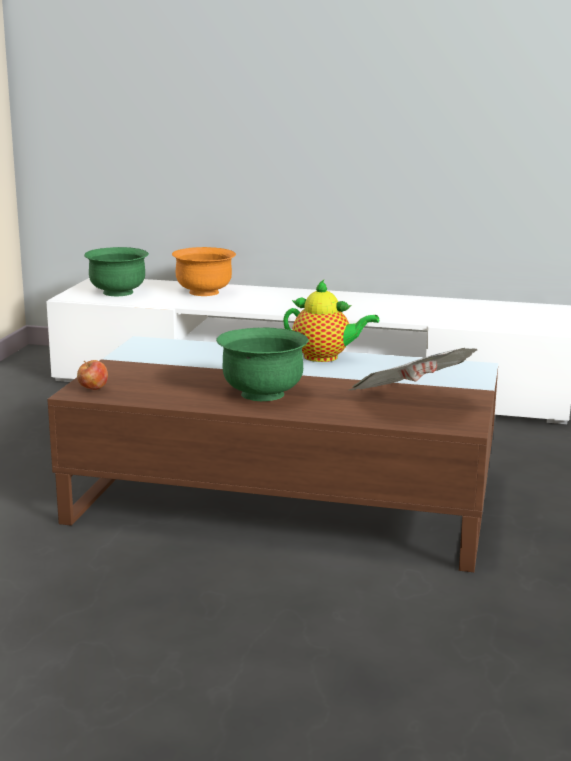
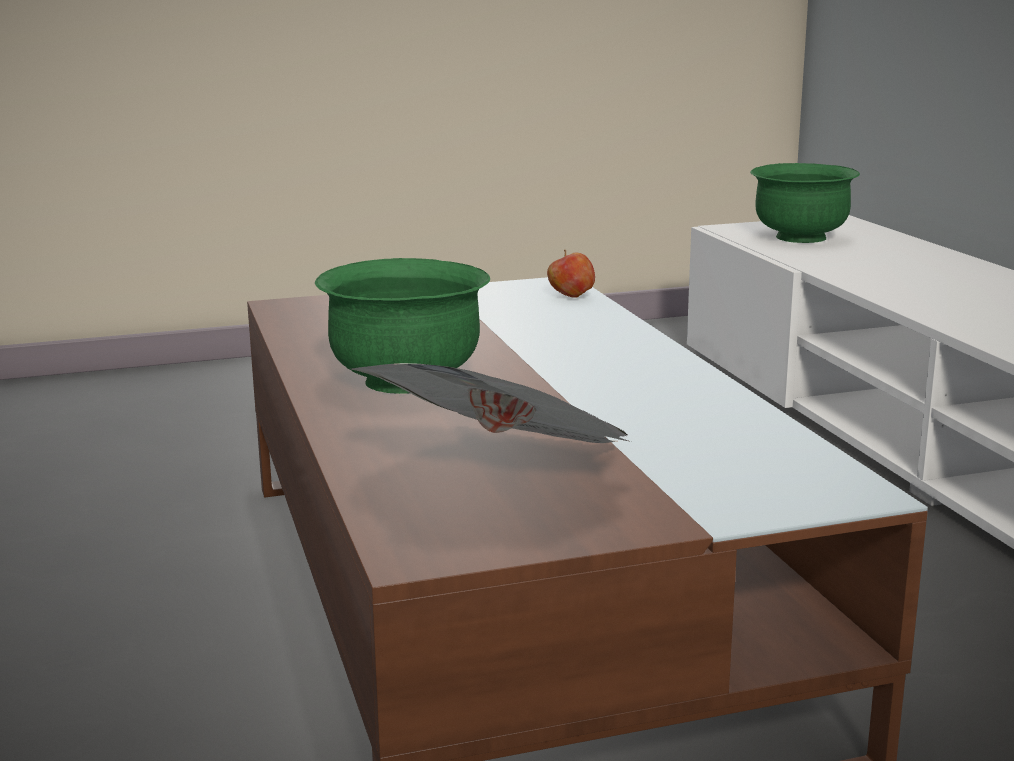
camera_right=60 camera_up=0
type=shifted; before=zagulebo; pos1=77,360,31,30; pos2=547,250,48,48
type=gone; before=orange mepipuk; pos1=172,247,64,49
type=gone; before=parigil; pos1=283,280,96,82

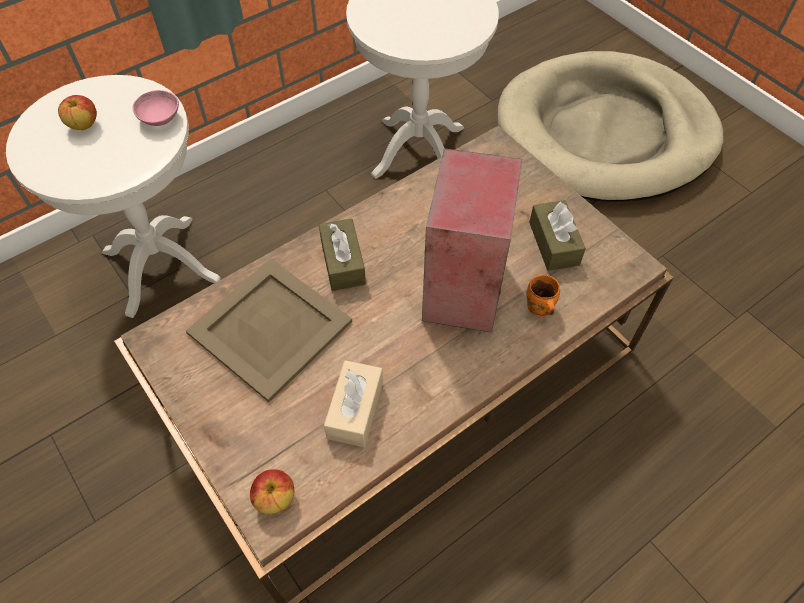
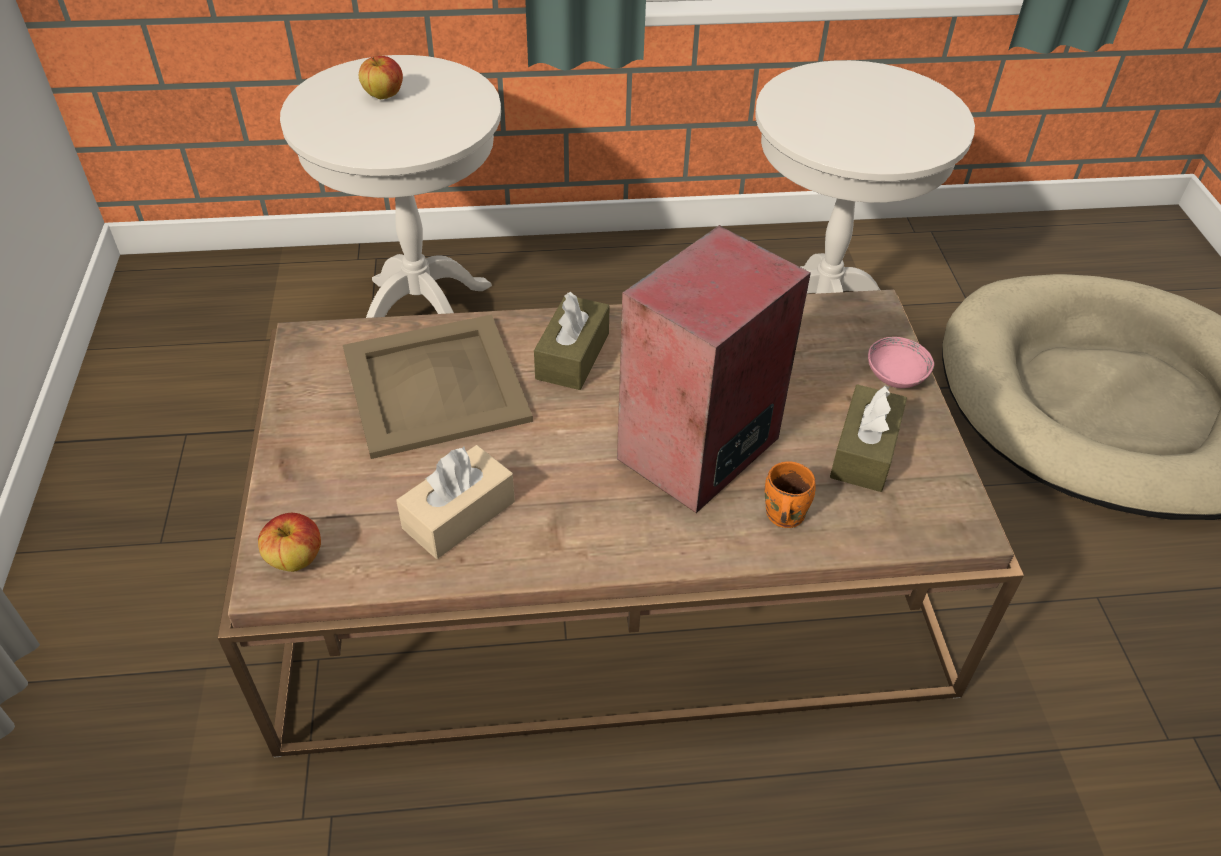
camera_right=30 camera_up=-10
type=shifted; before=pink mepipuk; pos1=133,90,46,36; pos2=868,337,66,51

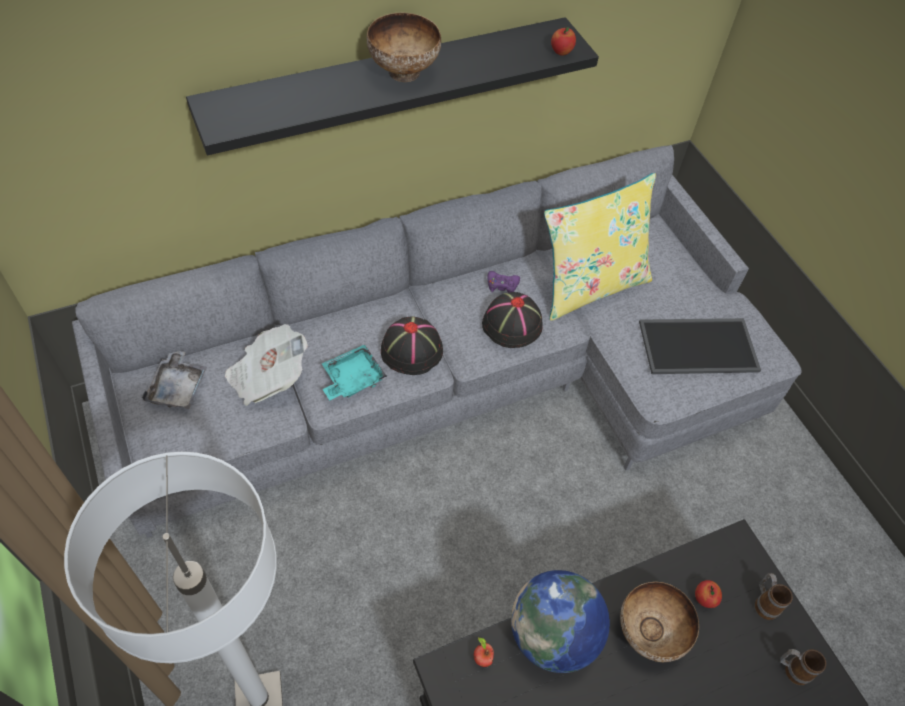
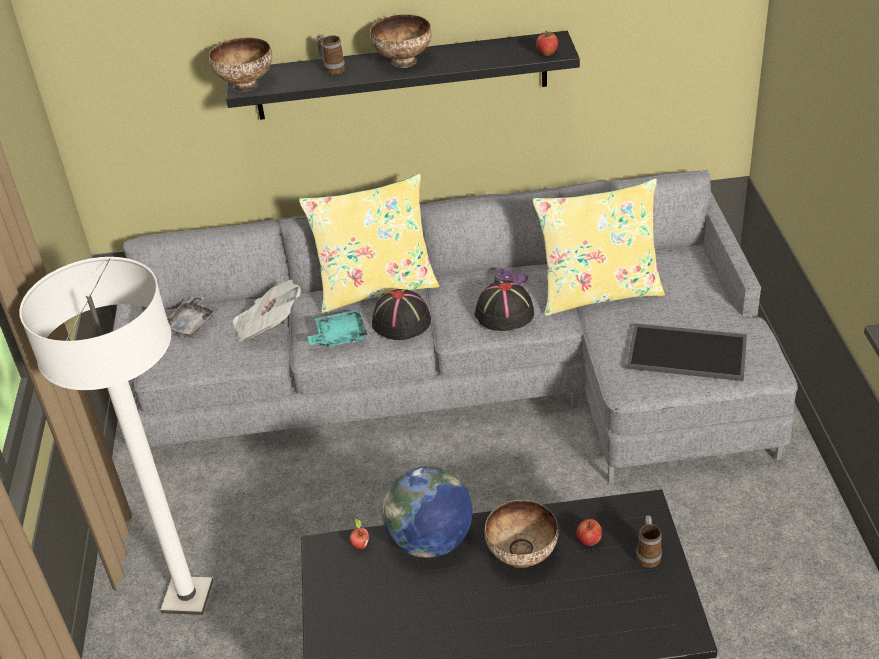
camera_right=25 camera_up=-15
type=shifted; before=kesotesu; pos1=780,649,46,36; pos2=316,34,29,41
type=new; after=mepipuk; pos2=209,38,63,54
type=new; after=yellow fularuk; pos2=299,174,140,139

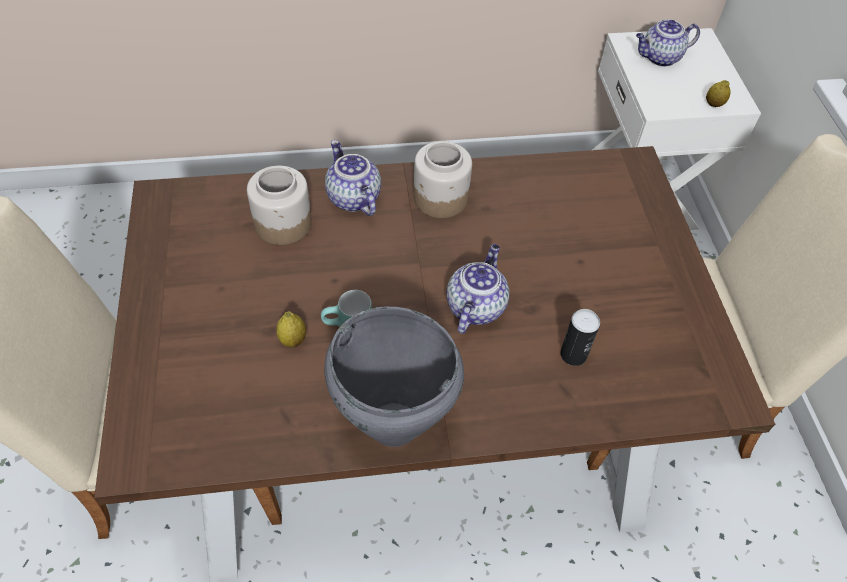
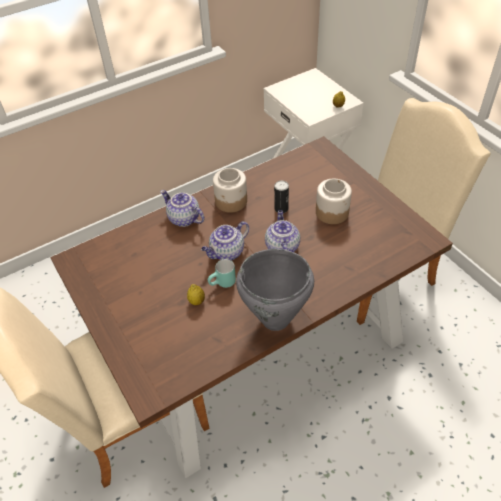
camera_right=-20 camera_up=-5
type=shifted; before=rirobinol; pos1=247,166,65,79; pos2=316,179,36,45
type=shifted; before=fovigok; pos1=560,309,40,57; pos2=274,180,15,33
type=shifted; before=parigil; pos1=636,19,64,48; pos2=201,221,48,40

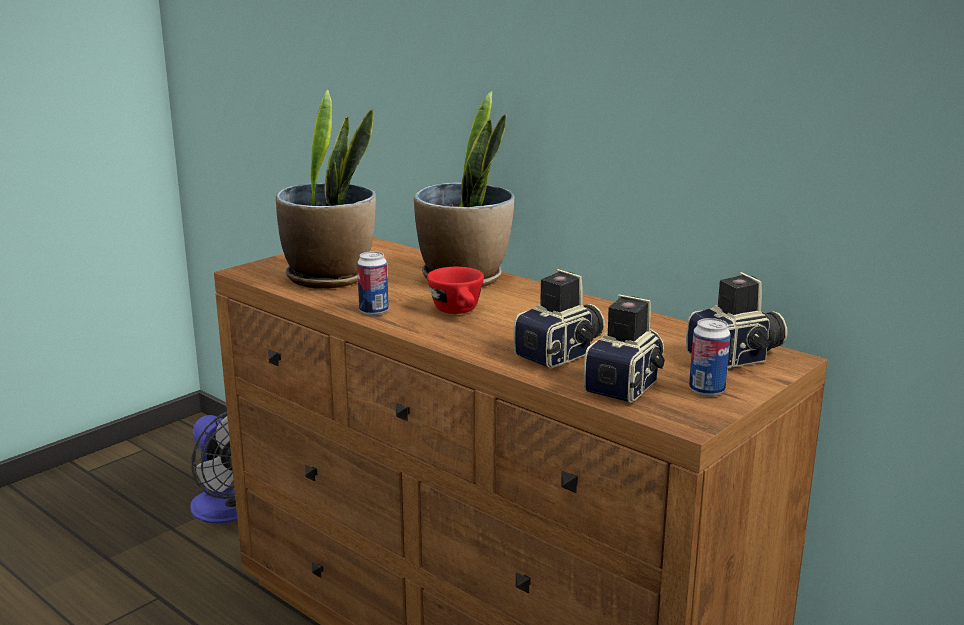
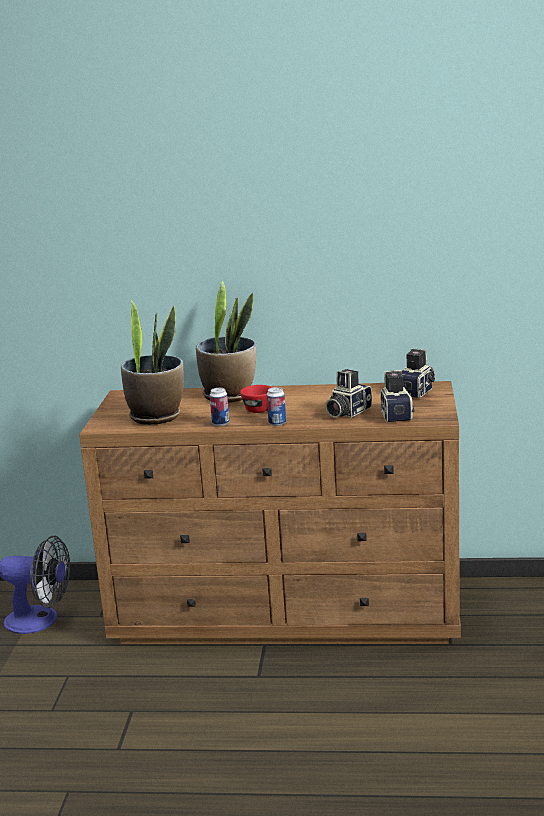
camera_right=-35 camera_up=0
type=rotated; before=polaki; pos1=513,269,92,99; pos2=325,369,47,49; turn=-150
type=shifted; before=fovigok; pos1=689,318,42,79; pos2=267,387,19,39

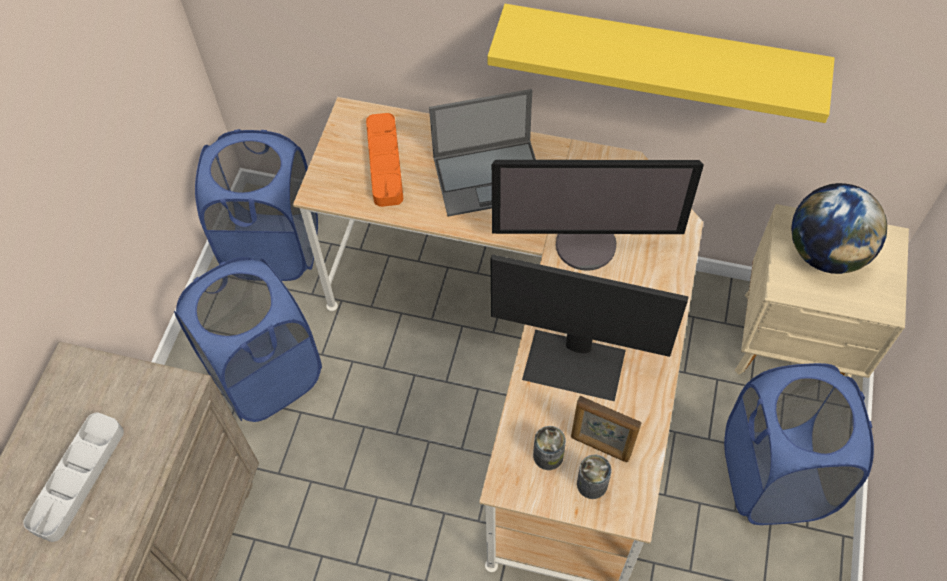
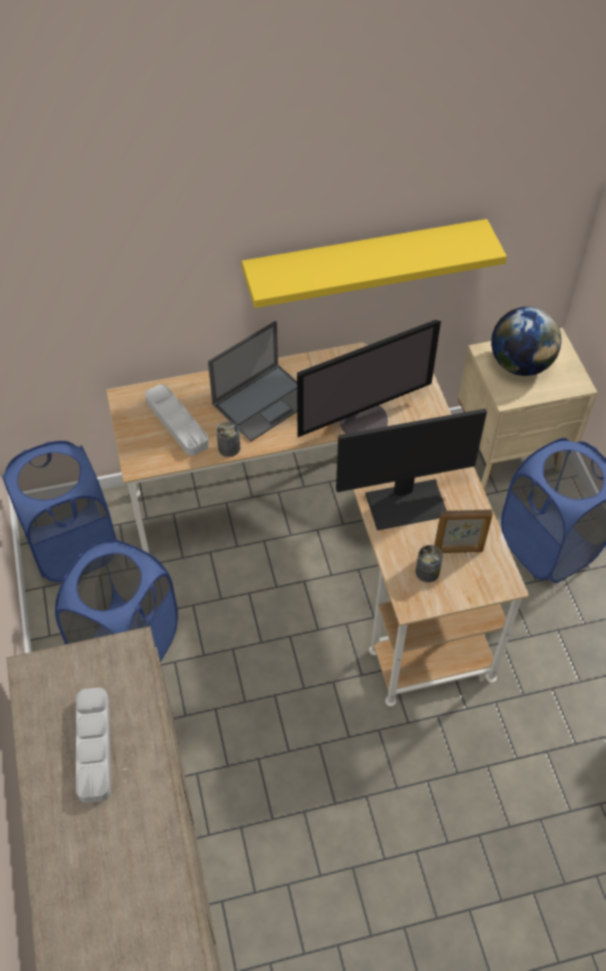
camera_right=-30 camera_up=-5
type=repainted; before=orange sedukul; after=grey sedukul; pos1=366,113,37,94; pos2=145,384,64,72
type=shifted; before=fovigok; pos1=577,454,35,45; pos2=216,421,24,36

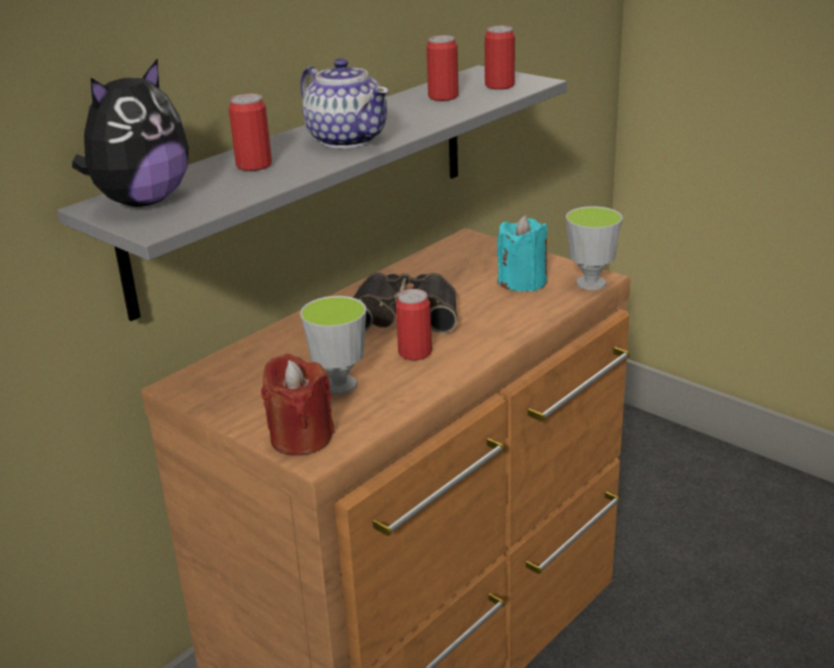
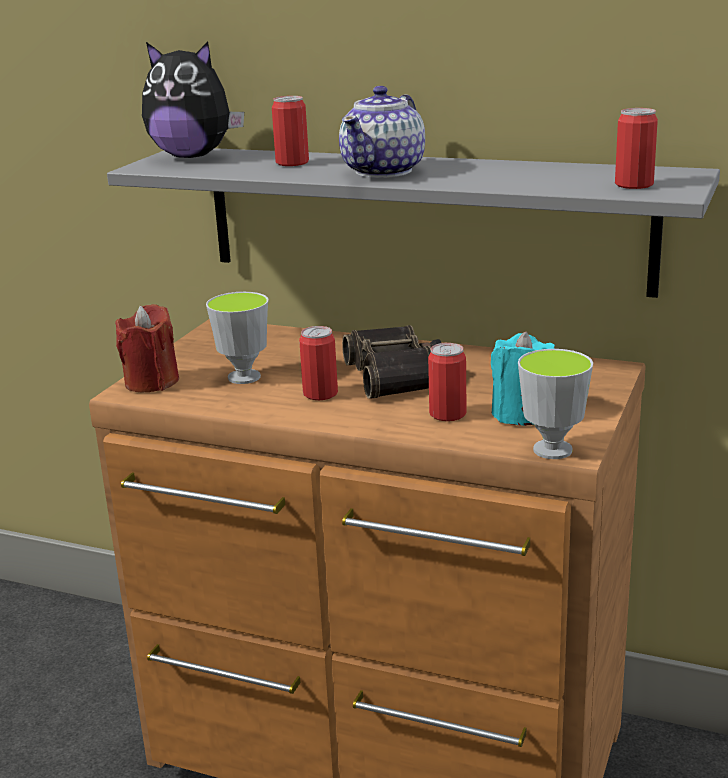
camera_right=70 camera_up=-5
type=shifted; before=fovigok; pos1=426,35,33,66; pos2=428,343,39,78

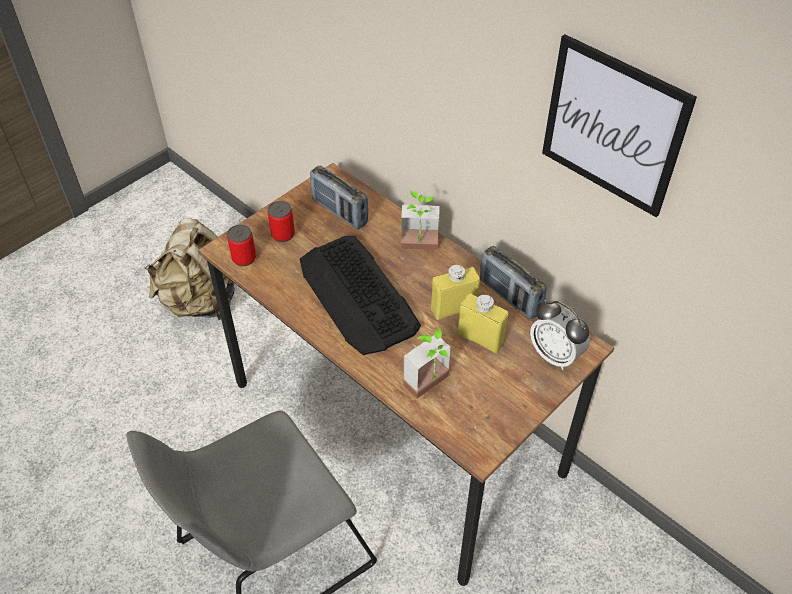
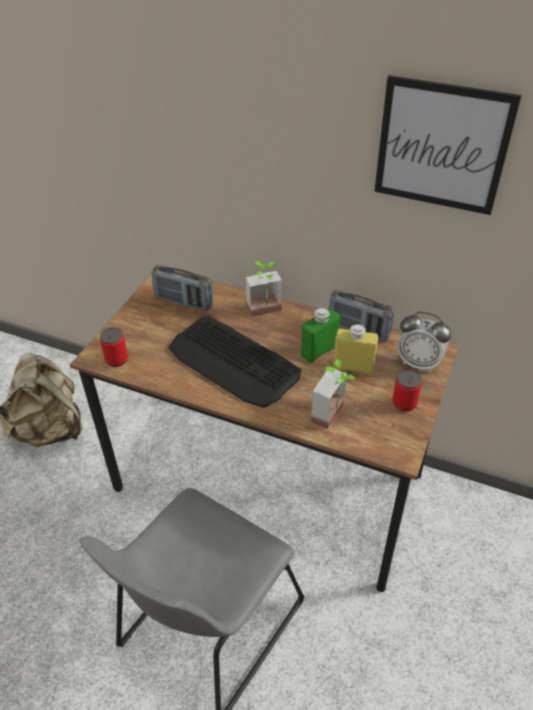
camera_right=-20 camera_up=-5
type=shifted; before=fovigok; pos1=268,201,27,41; pos2=393,370,29,42
type=repainted; before=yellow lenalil; after=green lenalil; pos1=431,265,49,55; pos2=301,308,40,55

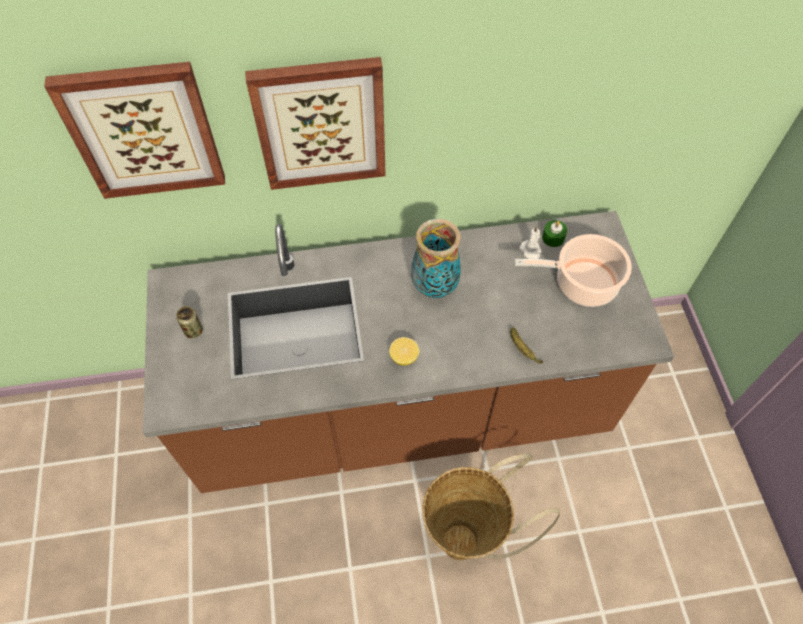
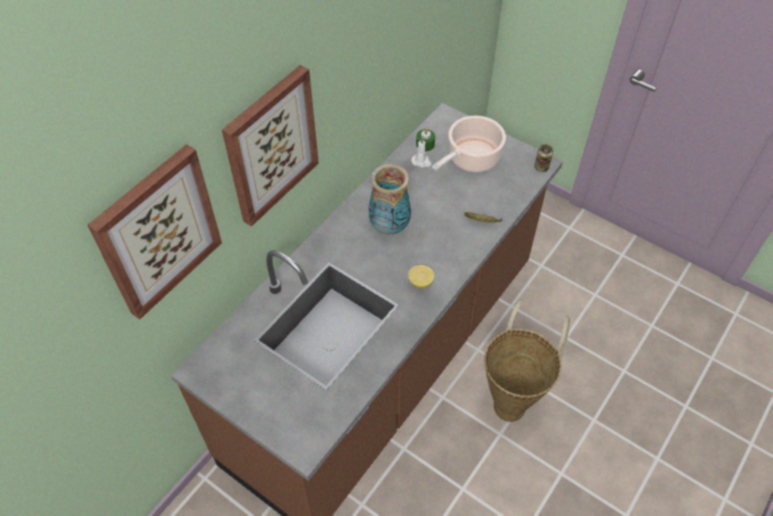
camera_right=-45 camera_up=-5
type=shifted; before=fovigok; pos1=176,306,27,32; pos2=535,144,18,28

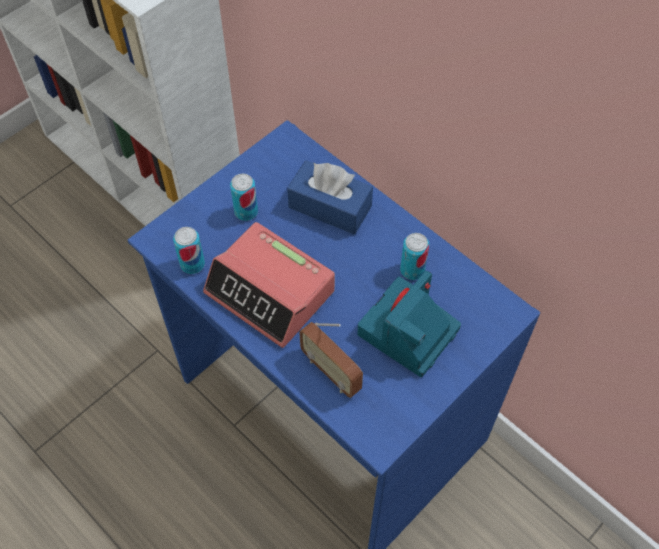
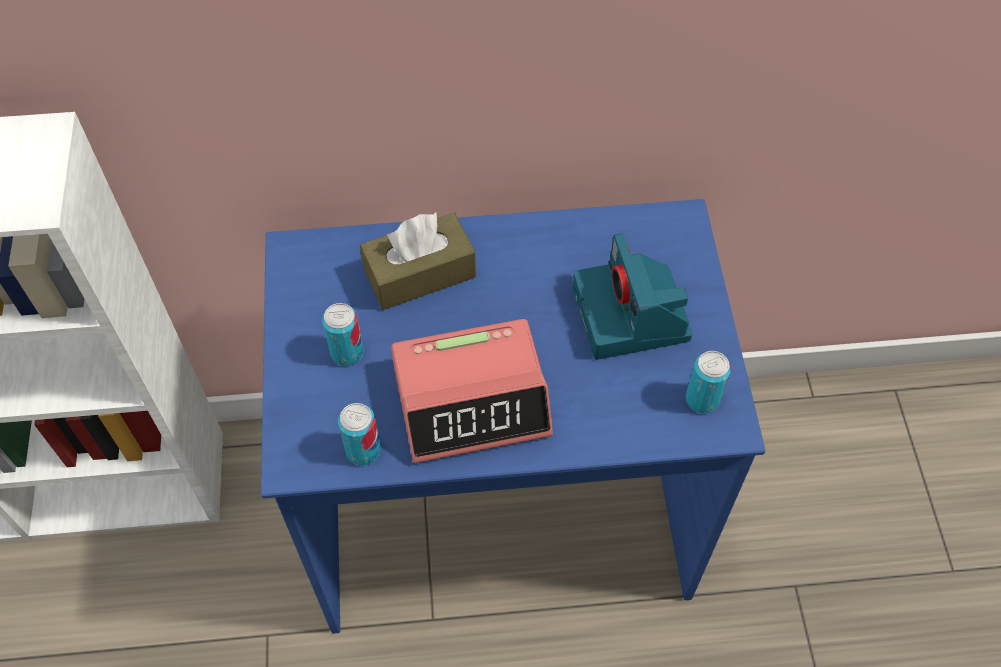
camera_right=-50 camera_up=0
type=repainted; before=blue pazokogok; after=brown pazokogok; pos1=287,160,86,74; pos2=360,212,116,98
type=gone; before=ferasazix; pos1=299,322,64,76
type=shifted; before=fovigok; pos1=400,233,29,47; pos2=686,351,45,62

